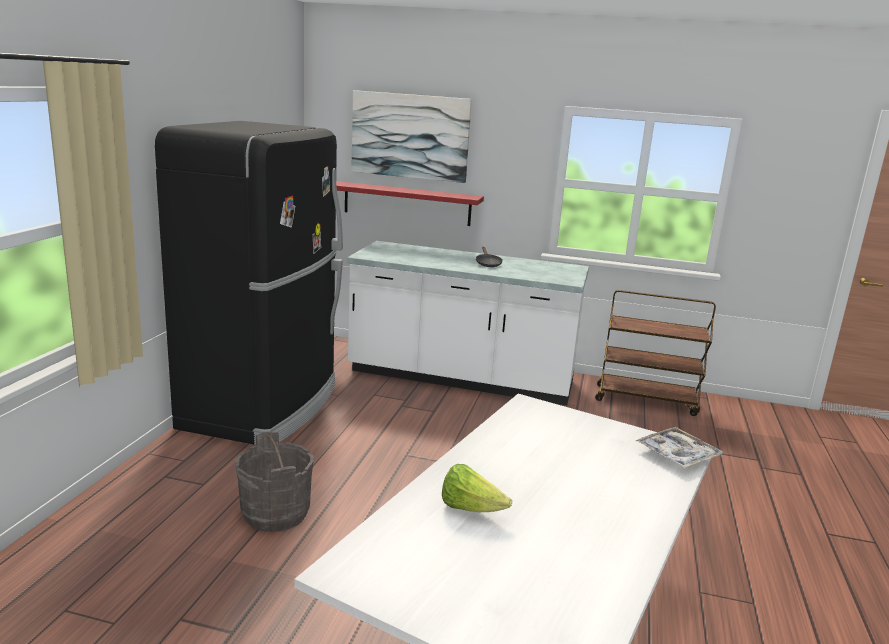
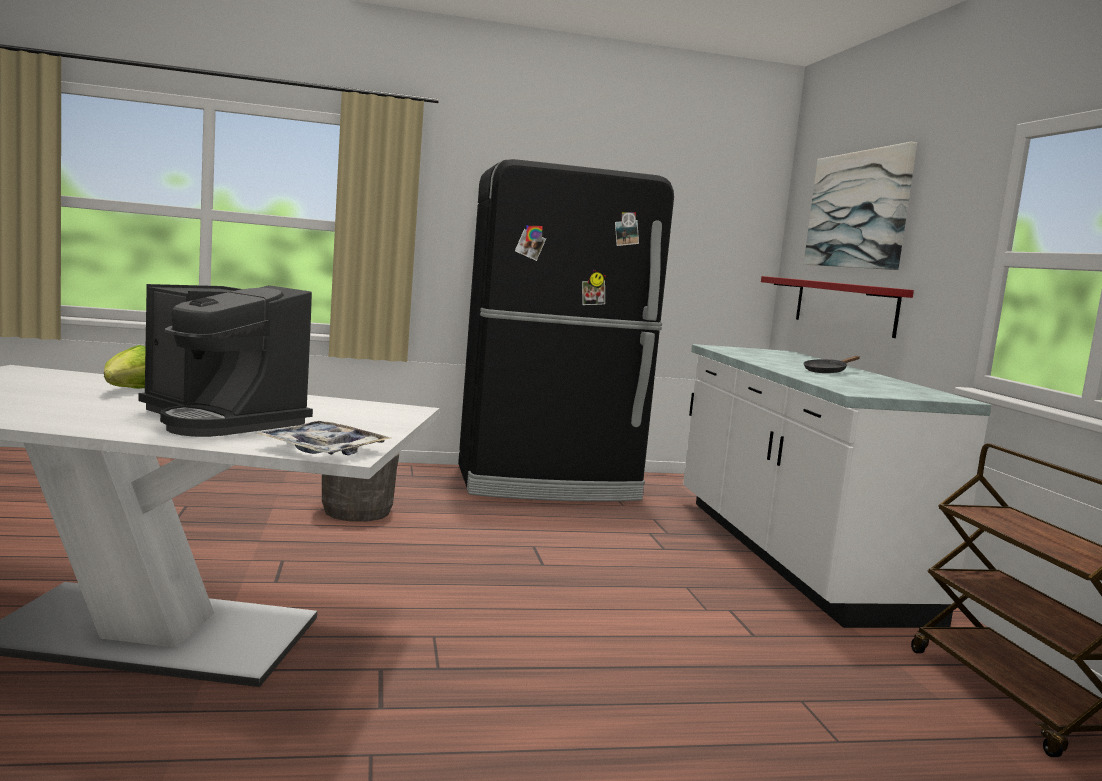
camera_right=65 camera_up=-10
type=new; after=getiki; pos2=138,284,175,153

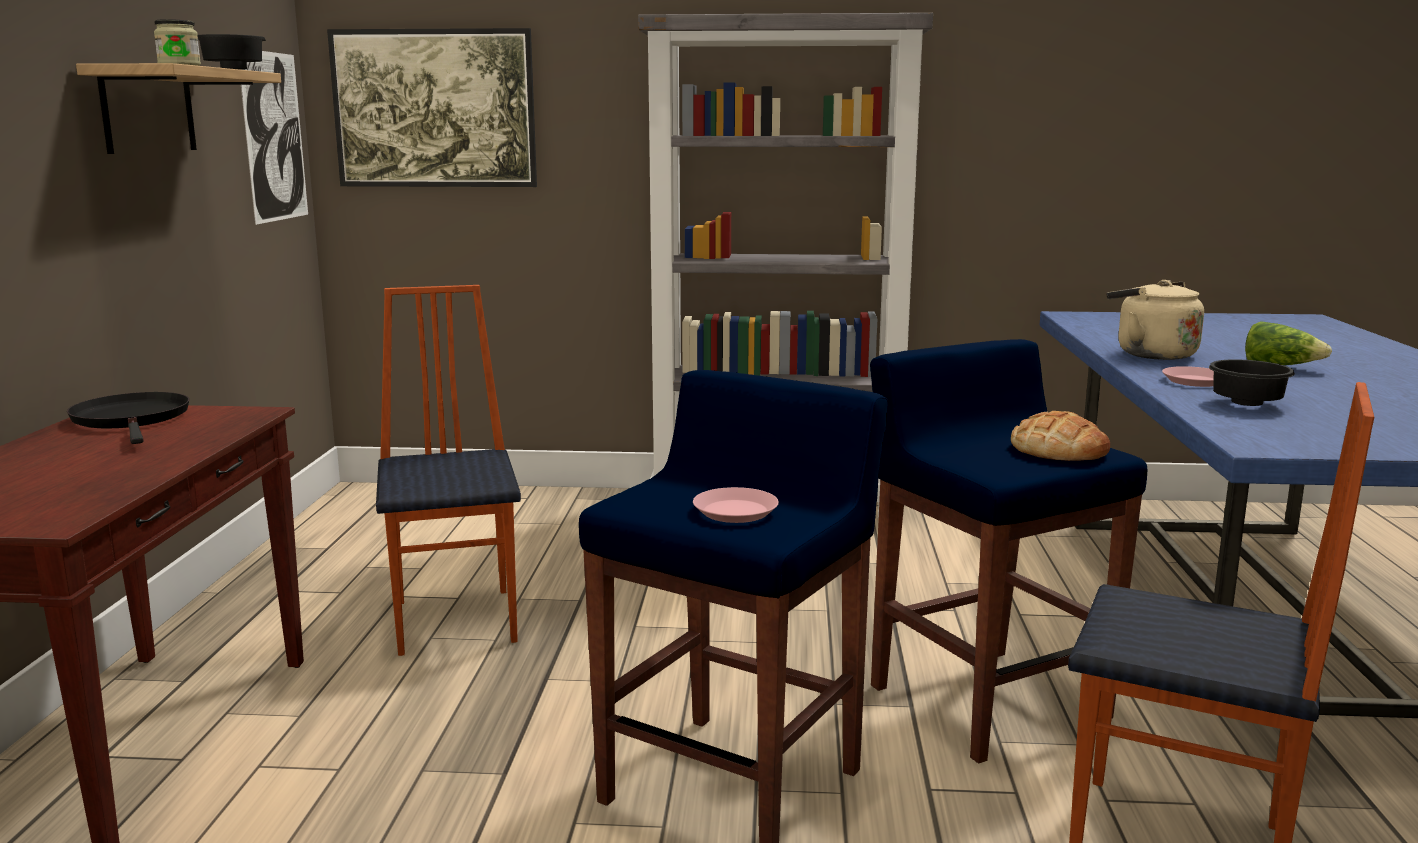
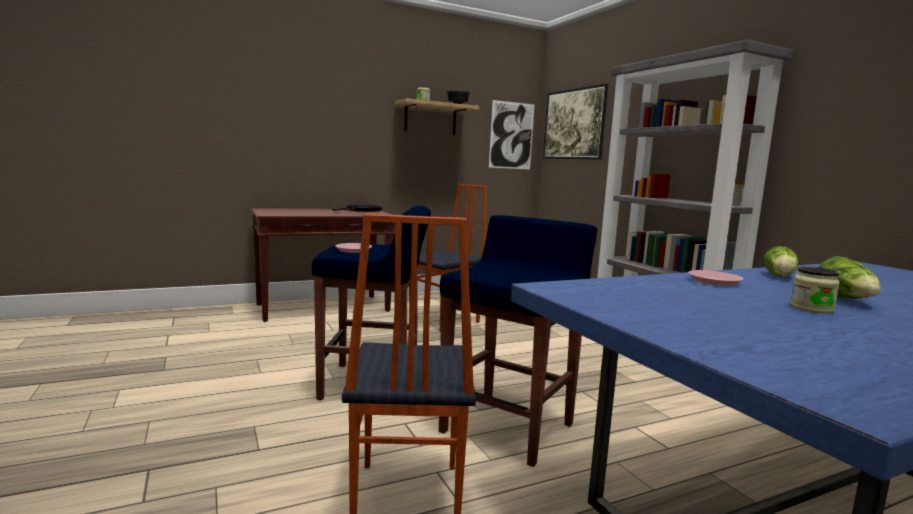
camera_right=60 camera_up=-5
type=gone; before=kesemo; pos1=1011,411,99,50
type=swapped; before=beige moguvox; after=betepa; pos1=1107,280,97,80; pos2=764,246,35,30
type=gone; before=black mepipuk; pos1=1209,359,86,47
type=new; after=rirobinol; pos2=790,266,50,47

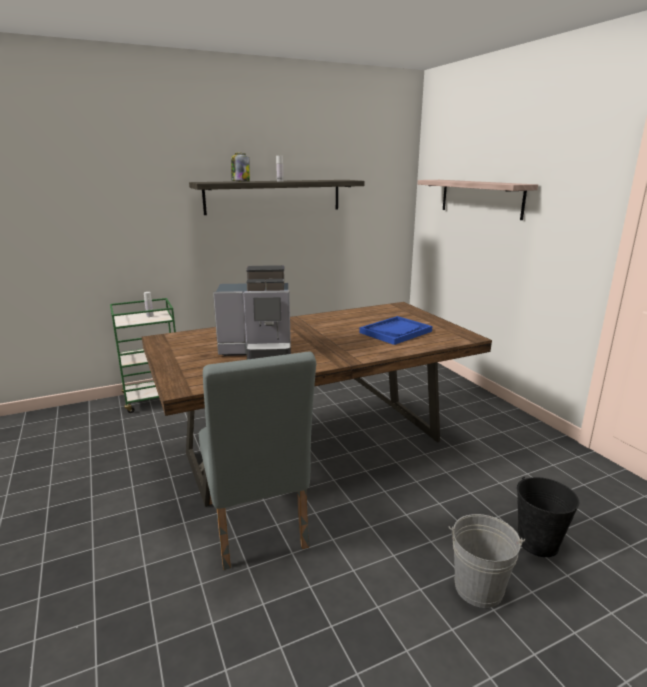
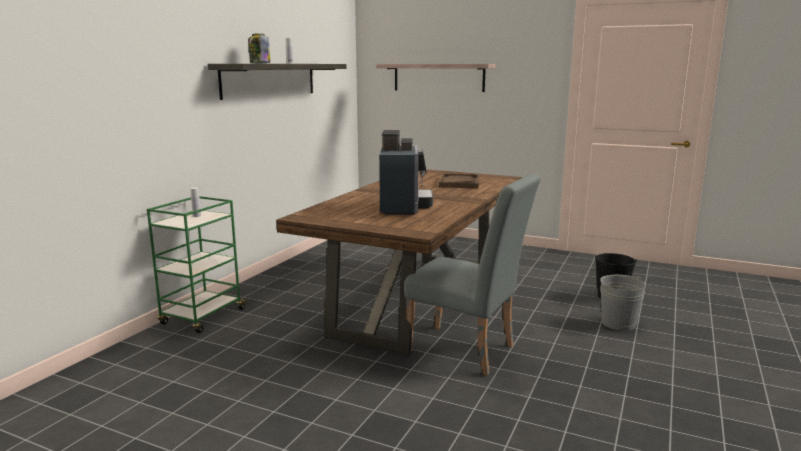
camera_right=-40 camera_up=-5
type=rotated; before=getiki; pos1=213,265,78,94; pos2=379,130,54,85; turn=-45
type=repainted; before=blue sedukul; after=brown sedukul; pos1=359,316,73,29; pos2=439,173,40,15

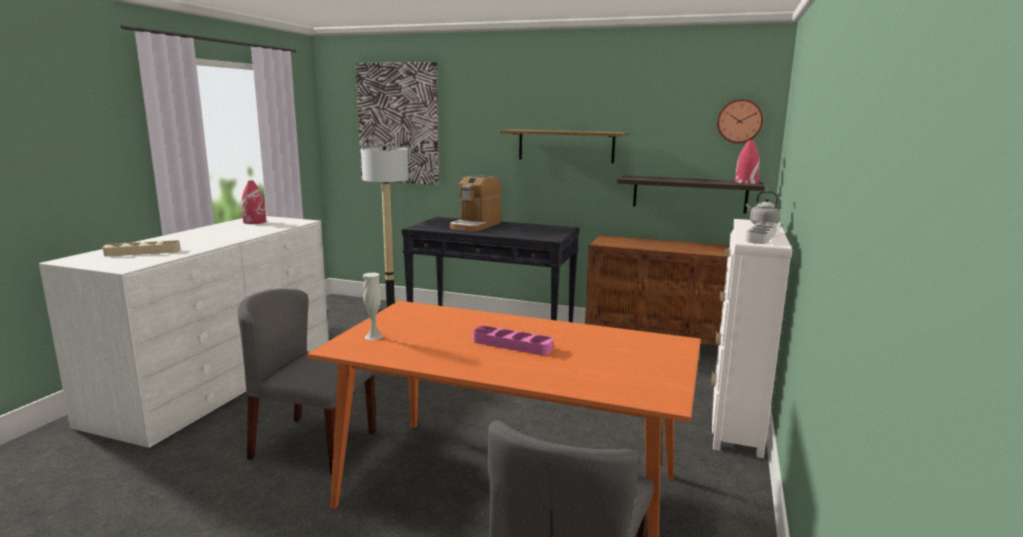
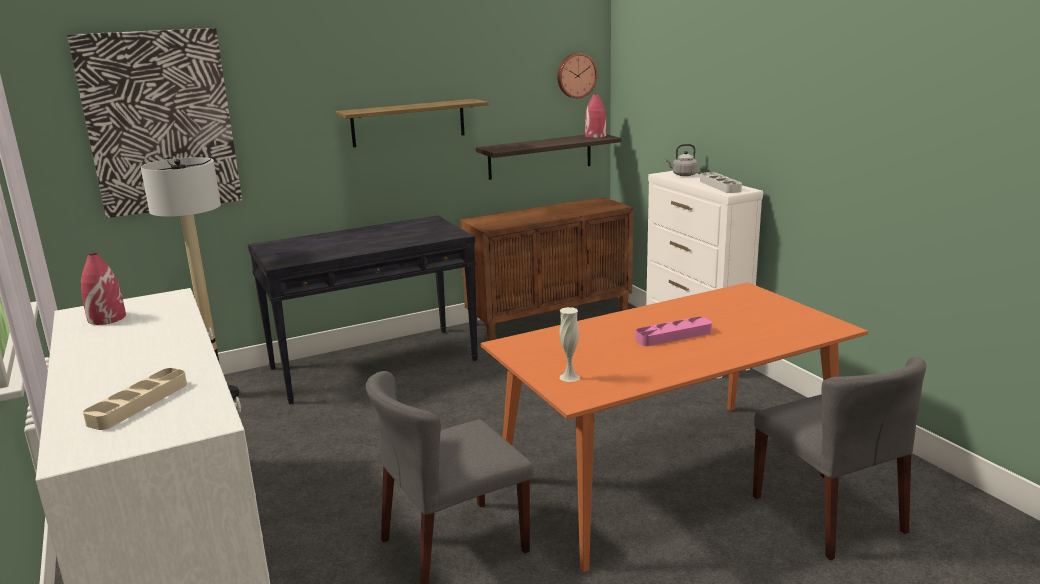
camera_right=-45 camera_up=5
type=gone; before=getiki; pos1=450,175,52,57

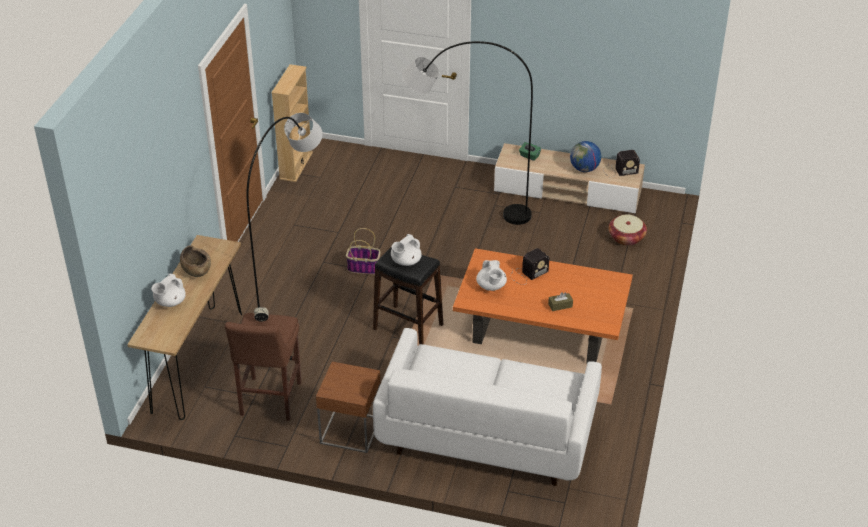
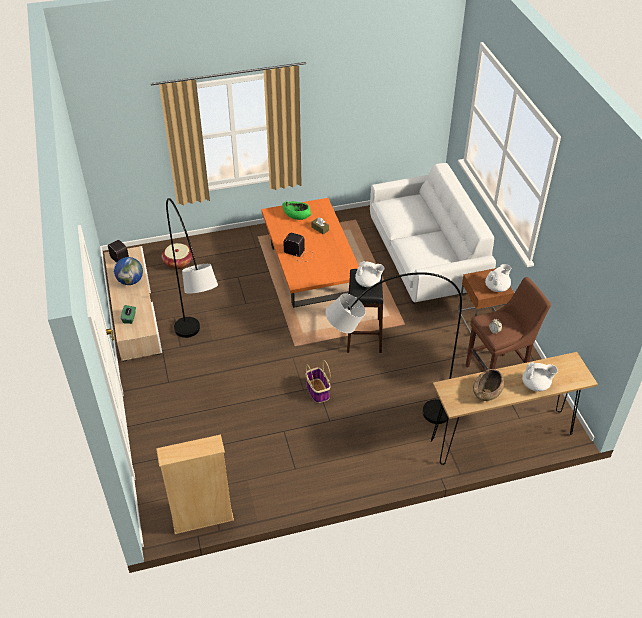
camera_right=-120 camera_up=5
type=shifted; before=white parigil; pos1=476,260,31,31; pos2=485,264,27,28
type=new; after=green mepipuk; pos2=283,201,28,19

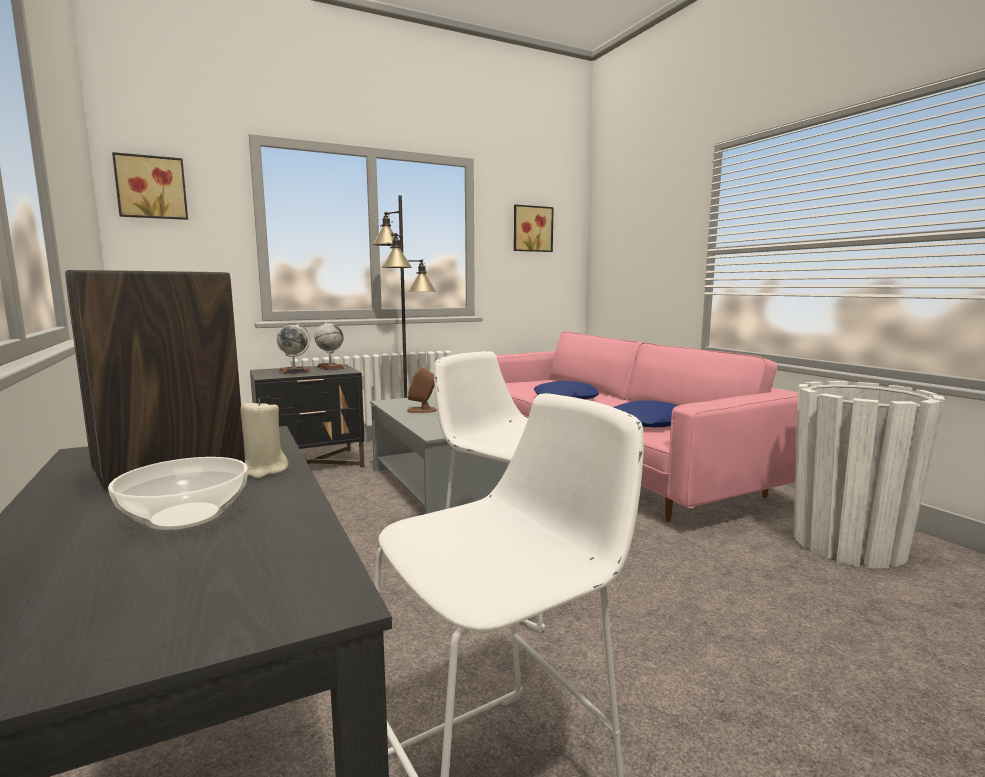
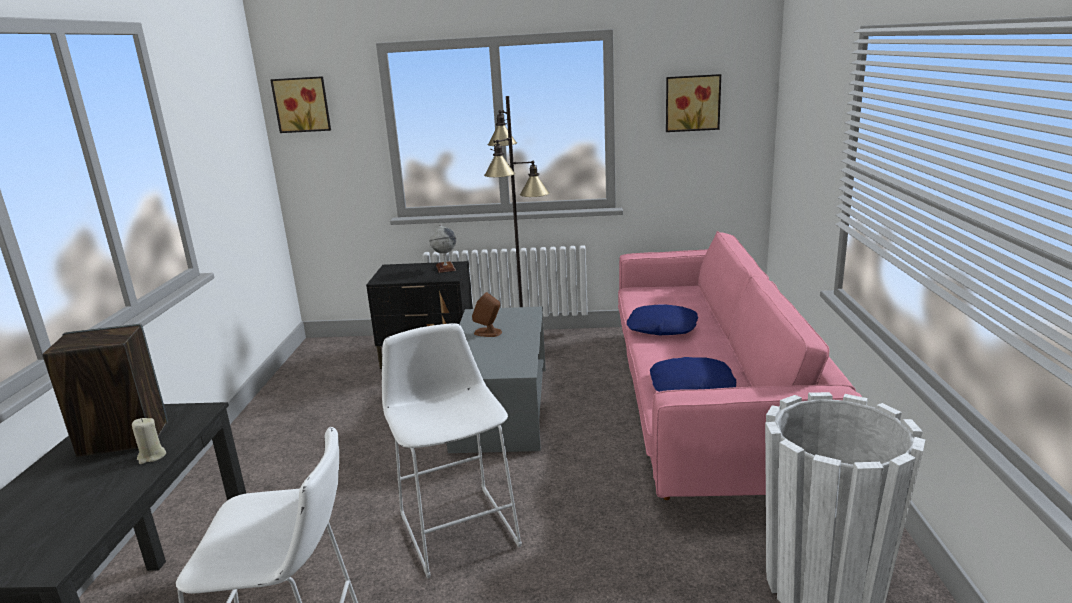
camera_right=30 camera_up=10
type=gone; before=mepipuk; pos1=108,457,140,73
type=gone; before=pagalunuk; pos1=277,323,33,51

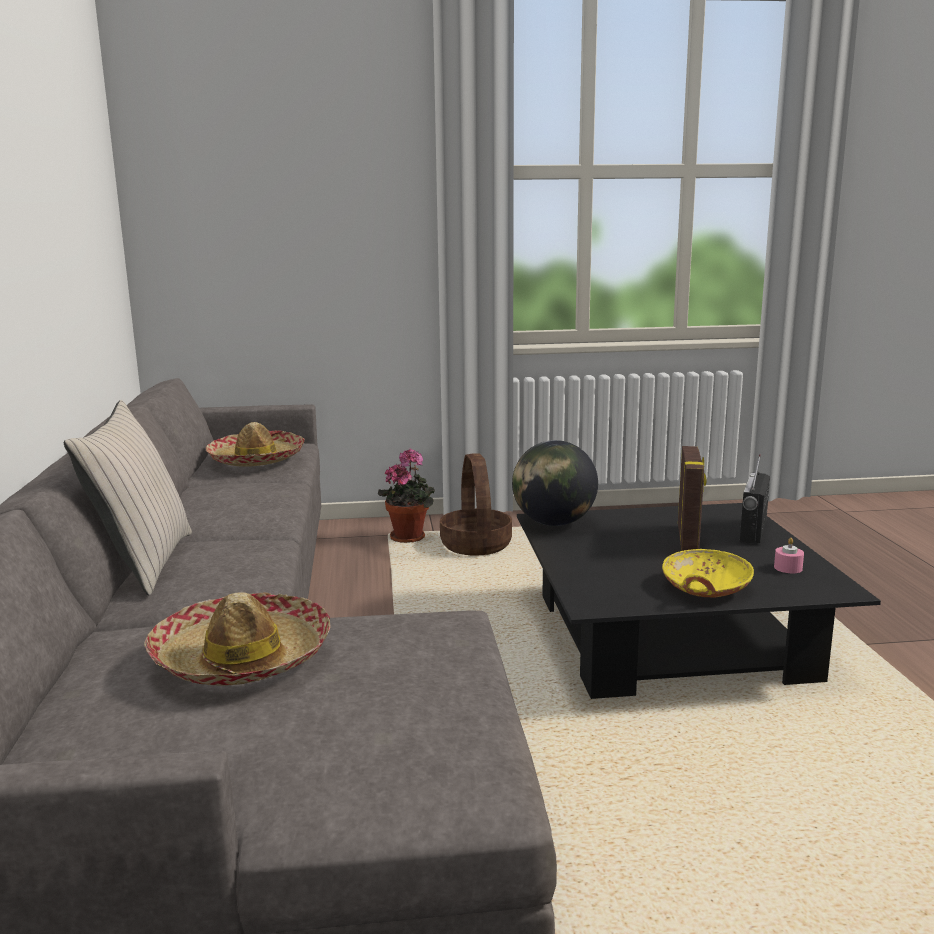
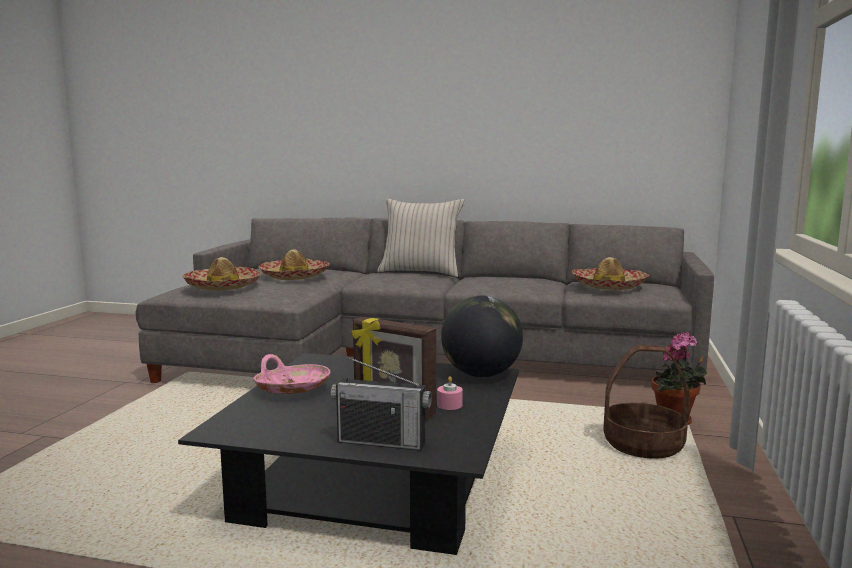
camera_right=110 camera_up=-5
type=repainted; before=yellow mepipuk; after=pink mepipuk; pos1=662,549,92,48; pos2=254,354,76,40
type=rotated; before=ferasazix; pos1=740,454,30,90; pos2=331,357,101,94; turn=150
type=shifted; before=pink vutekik; pos1=774,538,30,35; pos2=437,376,26,34
type=new; after=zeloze; pos2=182,257,79,34

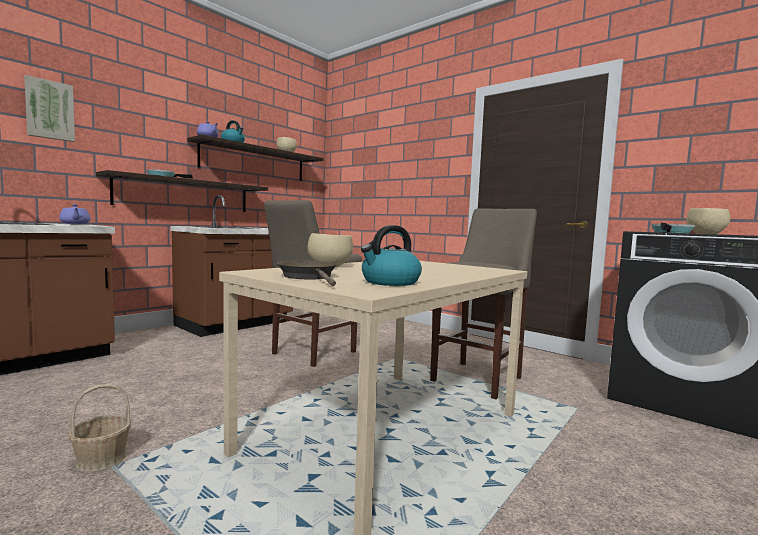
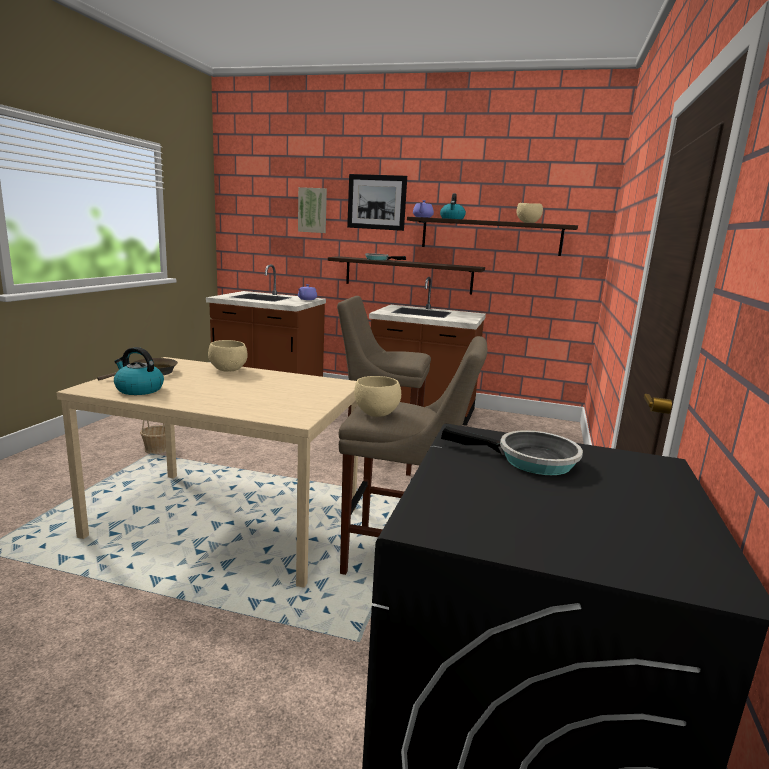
camera_right=65 camera_up=10
type=shifted; before=beige mepipuk; pos1=686,208,44,26; pos2=354,376,47,41
type=new; after=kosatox; pos2=347,174,60,57

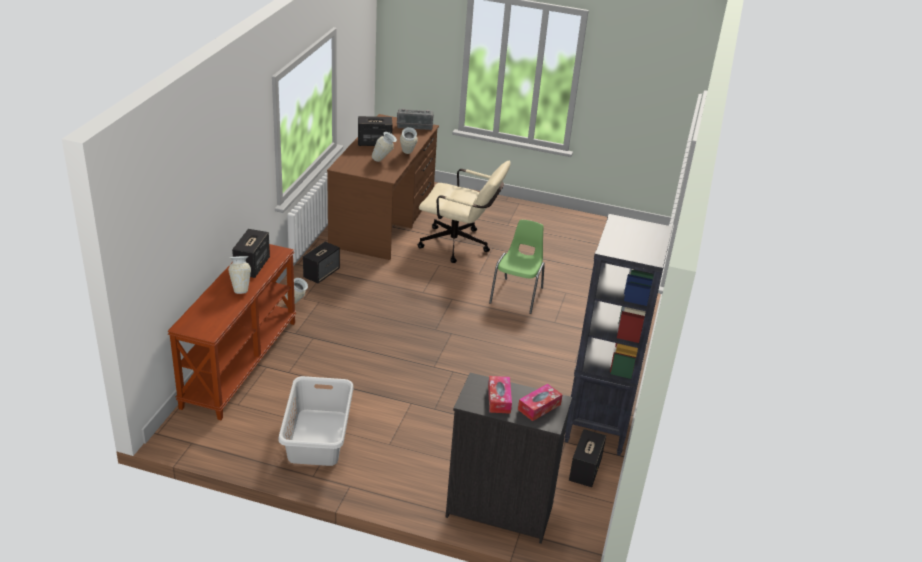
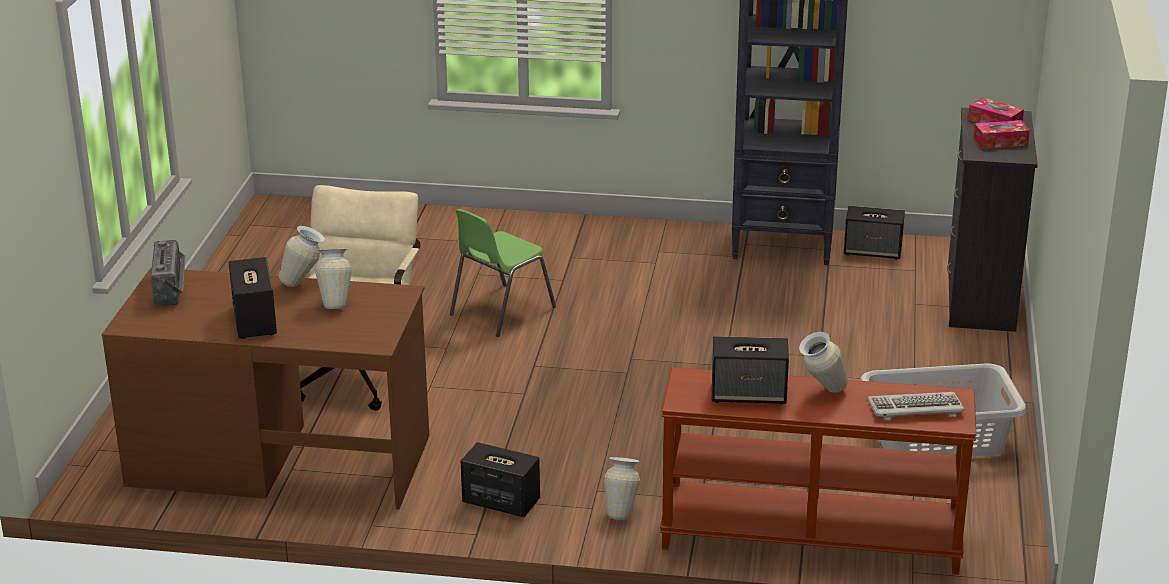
camera_right=-95 camera_up=-5
type=rotated; before=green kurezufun; pos1=489,220,56,94; pos2=450,209,106,128; turn=-60
type=new; after=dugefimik; pos2=867,392,98,29

